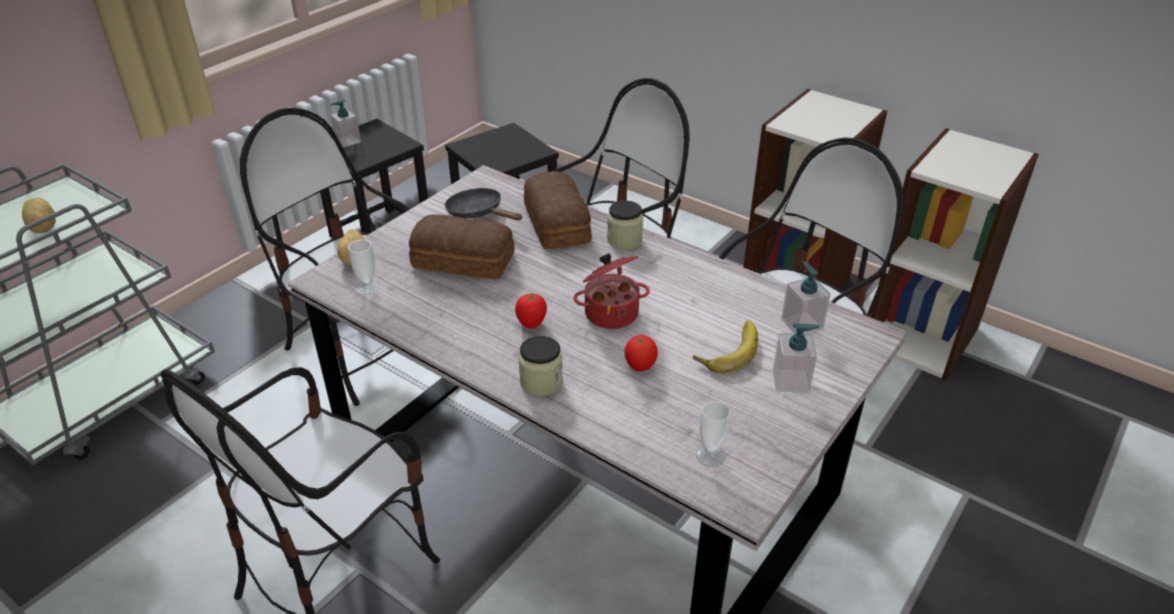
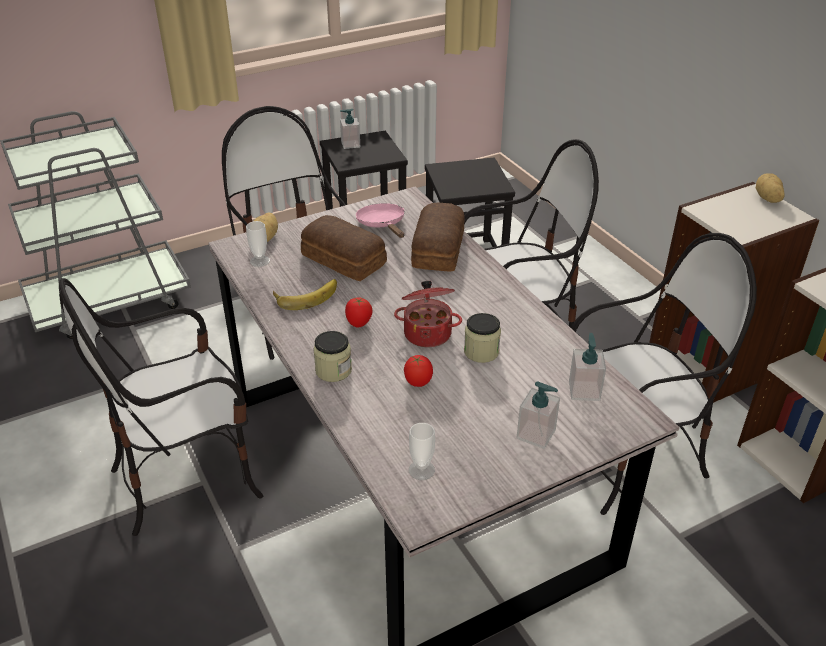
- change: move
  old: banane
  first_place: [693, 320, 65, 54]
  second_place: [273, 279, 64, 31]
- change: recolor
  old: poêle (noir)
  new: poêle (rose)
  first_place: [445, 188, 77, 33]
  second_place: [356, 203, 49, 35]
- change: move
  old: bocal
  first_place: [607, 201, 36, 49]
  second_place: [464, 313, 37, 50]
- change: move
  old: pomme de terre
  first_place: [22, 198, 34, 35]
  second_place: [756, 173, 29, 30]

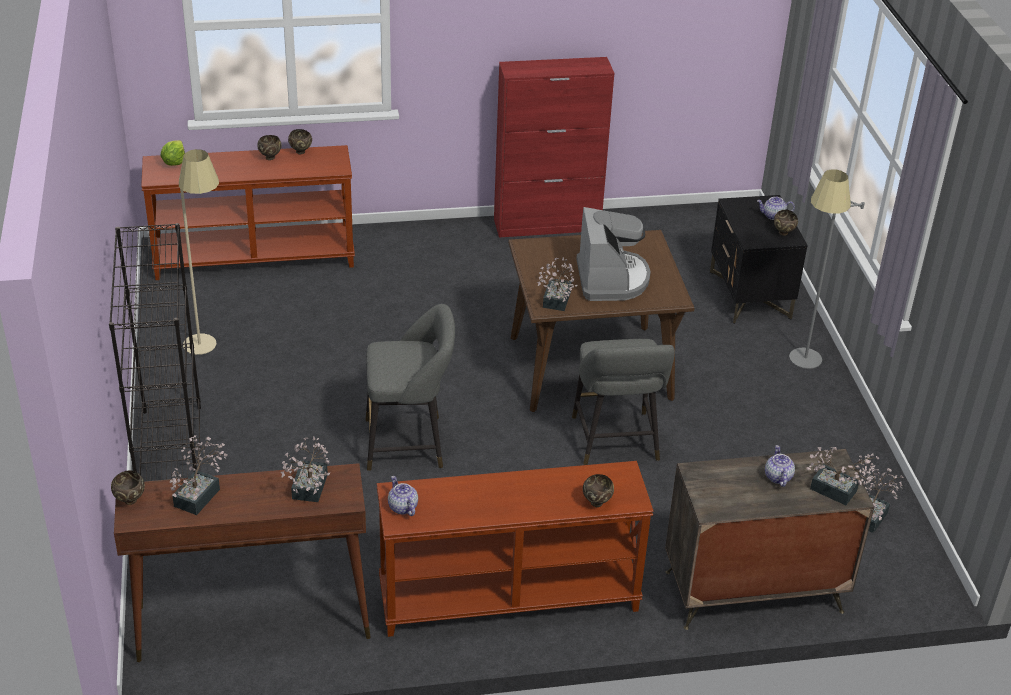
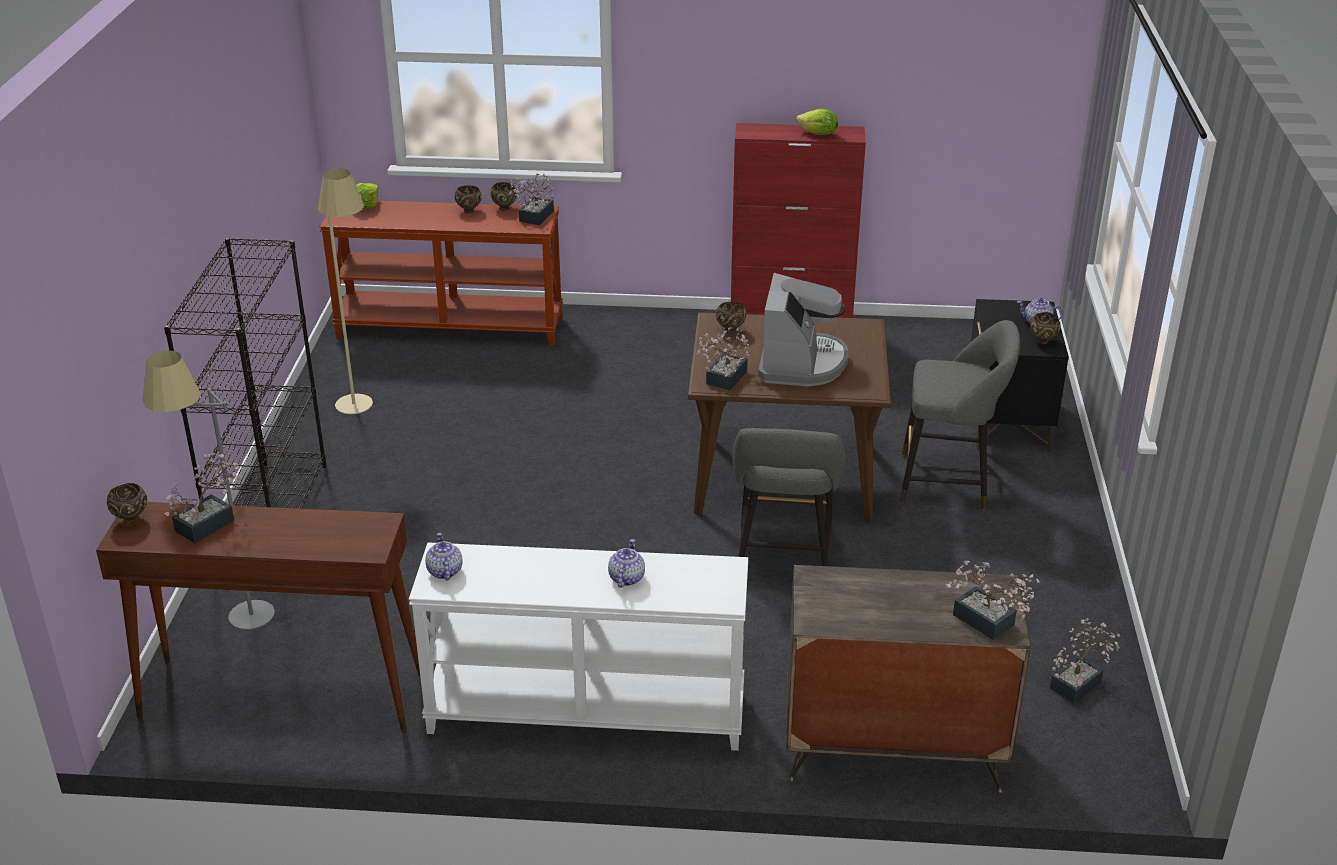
- change: move
  old: lampadaire (gris)
  first_place: [789, 169, 76, 200]
  second_place: [143, 350, 132, 280]
- change: recolor
  old: table console (marron)
  new: table console (blanc)
  first_place: [377, 461, 277, 176]
  second_place: [409, 542, 339, 209]
- change: move
  old: plante en pot
  first_place: [281, 437, 49, 65]
  second_place: [509, 174, 45, 51]
- change: move
  old: théière
  first_place: [765, 445, 30, 42]
  second_place: [608, 539, 37, 49]
- change: move
  old: bol (marron)
  first_place: [583, 474, 31, 33]
  second_place: [716, 302, 30, 32]
- change: insert
  new: laitue
  second_place: [796, 109, 42, 26]
- change: move
  old: tabouret (gris)
  first_place: [365, 304, 90, 167]
  second_place: [900, 320, 120, 190]

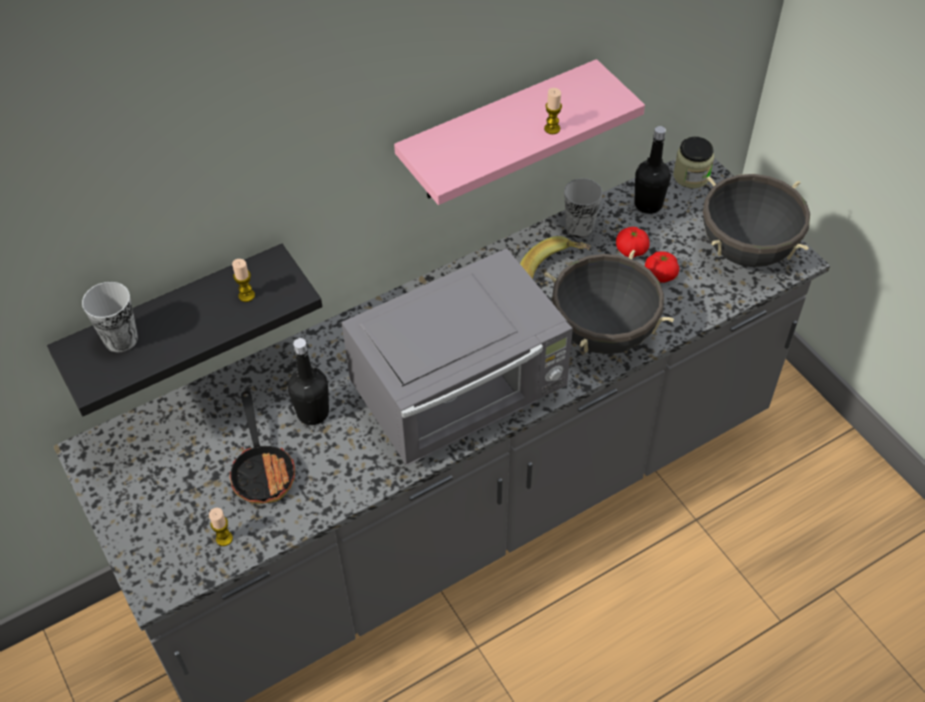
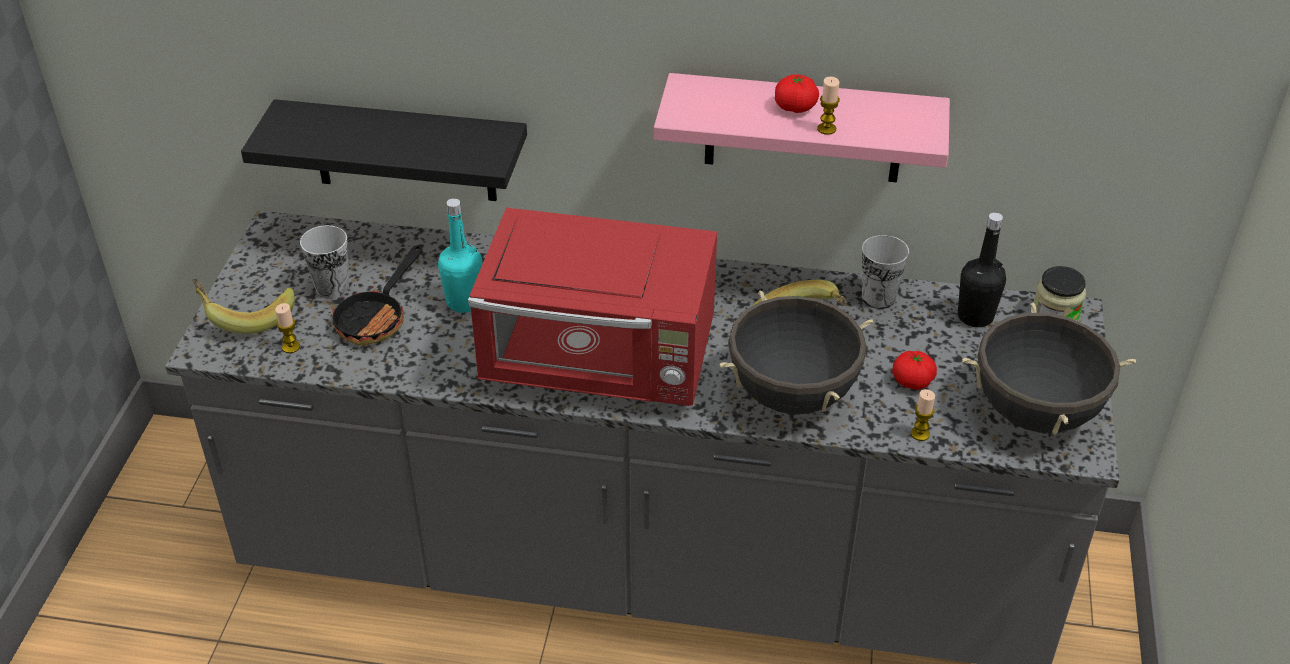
- change: insert
  new: banane
  second_place: [192, 279, 103, 55]
- change: move
  old: tasse
  first_place: [82, 282, 56, 70]
  second_place: [300, 225, 49, 74]
- change: recolor
  old: bouteille (noir)
  new: bouteille (turquoise)
  first_place: [288, 338, 41, 87]
  second_place: [438, 198, 44, 115]
- change: recolor
  old: micro-ondes (gris)
  new: micro-ondes (rouge)
  first_place: [342, 248, 231, 218]
  second_place: [468, 208, 249, 198]
- change: move
  old: tomate
  first_place: [616, 227, 33, 31]
  second_place: [775, 74, 44, 39]
- change: move
  old: bougie
  first_place: [232, 259, 23, 43]
  second_place: [911, 389, 24, 52]

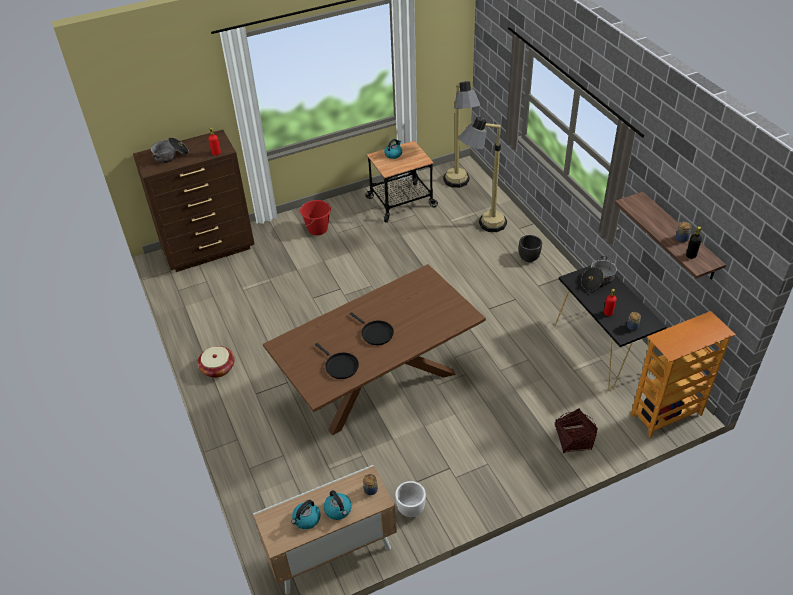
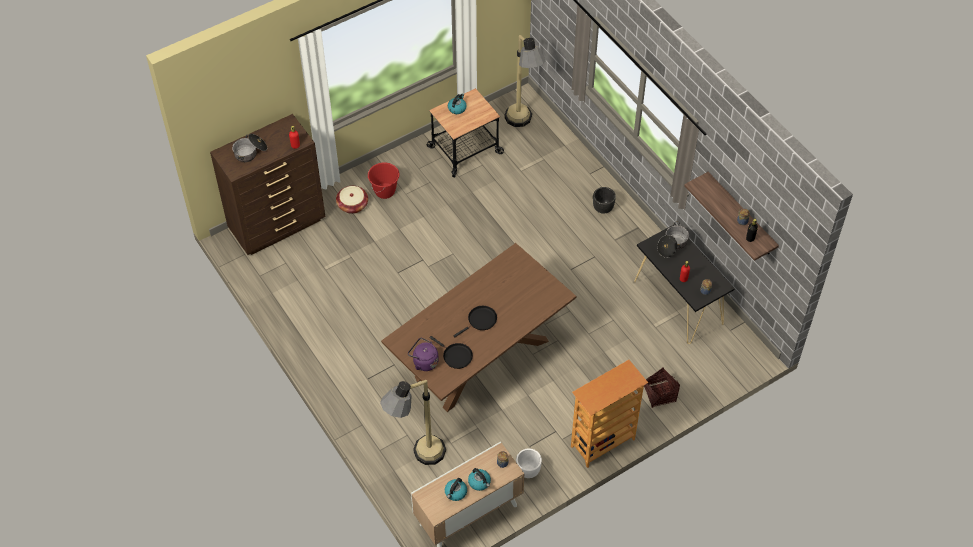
- change: move
  old: panier
  first_place: [197, 346, 38, 32]
  second_place: [336, 186, 32, 28]
- change: move
  old: lampadaire
  first_place: [458, 117, 49, 115]
  second_place: [380, 380, 66, 85]
- change: insert
  new: bouilloire (violet)
  second_place: [408, 338, 31, 33]
- change: rotate
  old: poêle (noir)
  first_place: [350, 312, 44, 33]
  second_place: [453, 306, 44, 31]
  degrees: -75
- change: move
  old: bibliothèque
  first_place: [631, 311, 105, 127]
  second_place: [571, 360, 77, 108]

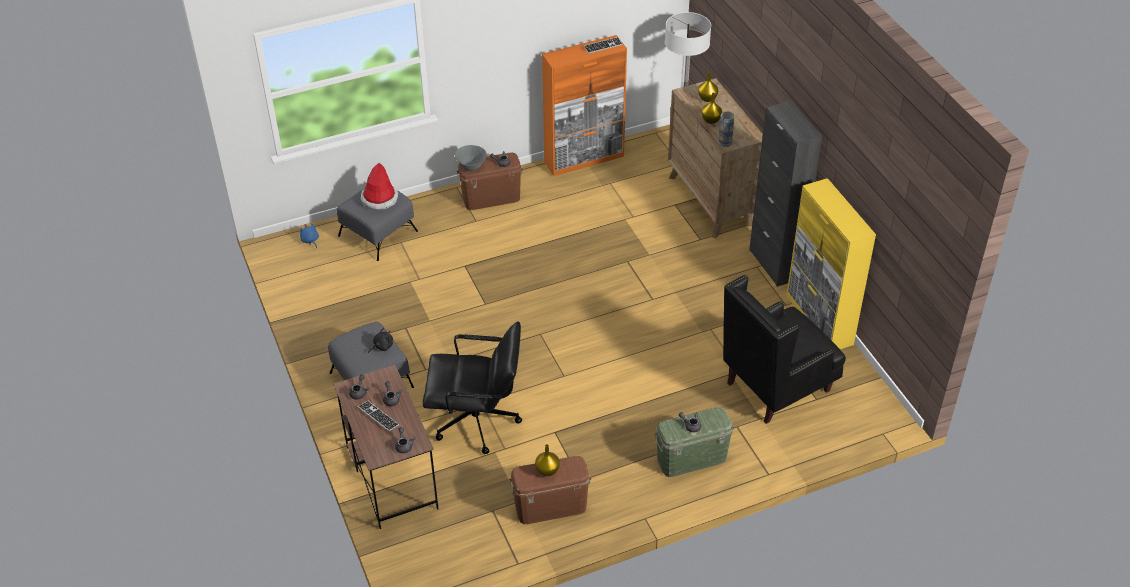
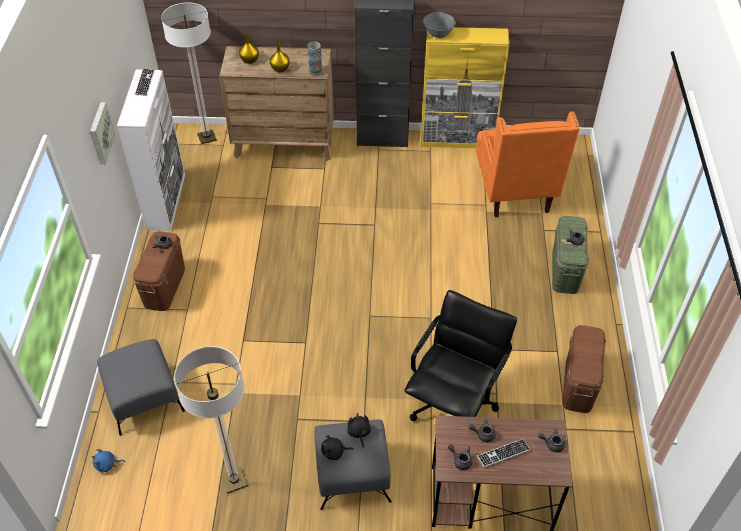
- change: insert
  new: tableau
  second_place: [90, 102, 25, 63]
- change: recolor
  old: meuble de rangement (orange)
  new: meuble de rangement (blanc)
  first_place: [542, 35, 85, 141]
  second_place: [117, 70, 68, 161]
- change: insert
  new: lampadaire
  second_place: [174, 346, 74, 148]
- change: insert
  new: peluche (noir)
  second_place: [321, 435, 33, 25]
- change: move
  old: bol (gris)
  first_place: [455, 145, 32, 26]
  second_place: [423, 12, 33, 26]
- change: recolor
  old: fauteuil (noir)
  new: fauteuil (orange)
  first_place: [723, 275, 123, 149]
  second_place: [476, 111, 104, 106]
- change: delete
  old: chapeau
  first_place: [361, 163, 38, 47]
- change: delete
  old: vase (jaune)
  first_place: [535, 444, 25, 32]

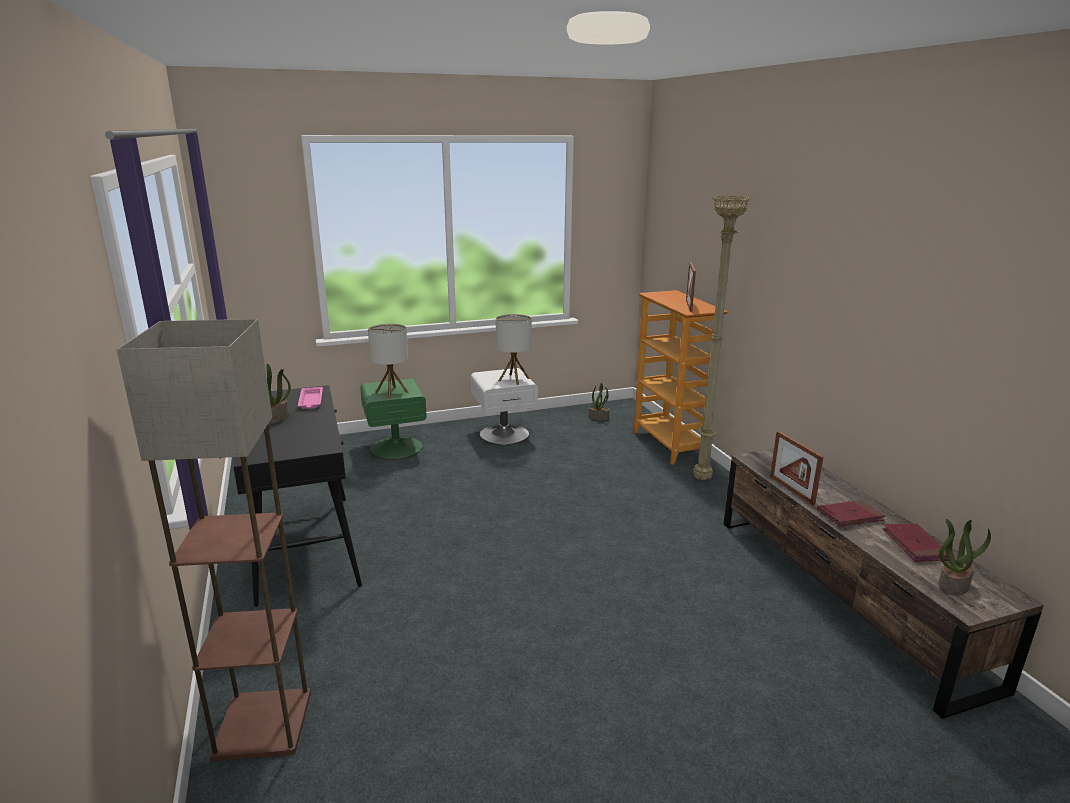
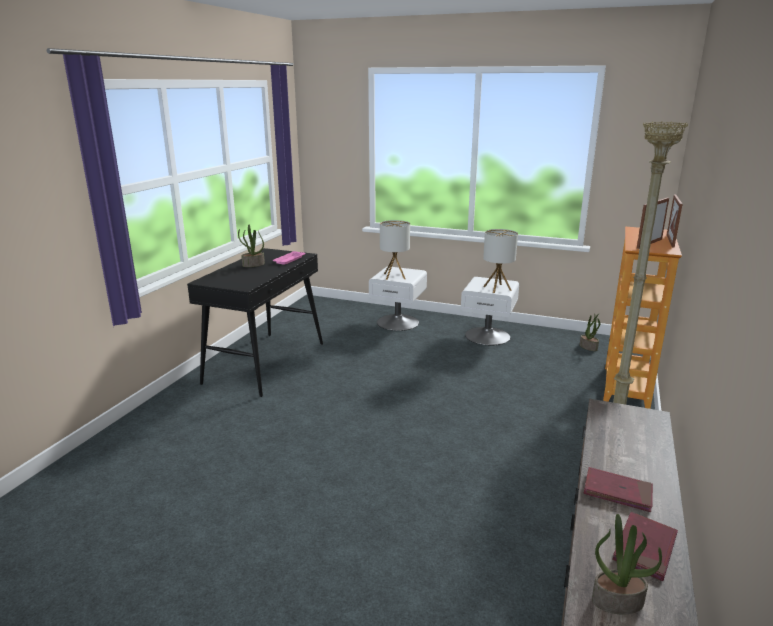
- change: recolor
  old: table de chevet (vert)
  new: table de chevet (blanc)
  first_place: [360, 378, 67, 81]
  second_place: [369, 266, 58, 65]
- change: move
  old: cadre photo
  first_place: [770, 431, 54, 74]
  second_place: [667, 195, 16, 53]
- change: delete
  old: lampadaire
  first_place: [117, 319, 194, 442]

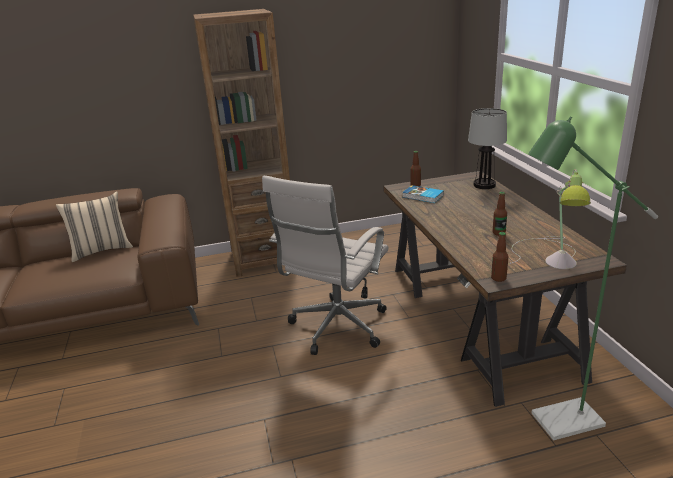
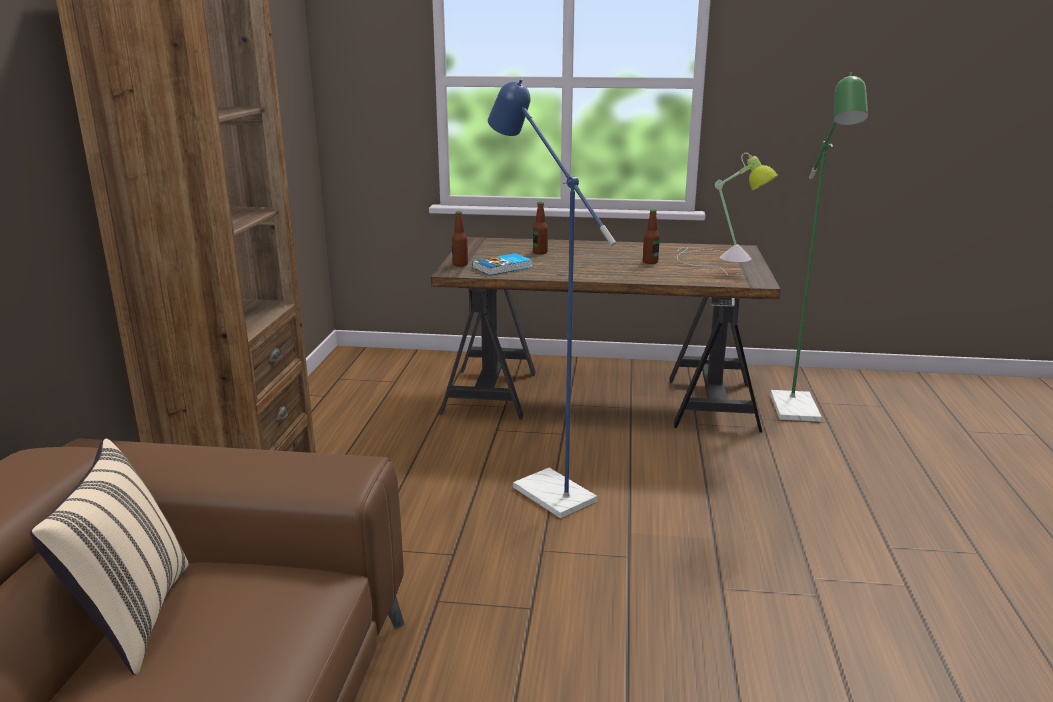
- change: replace
  old: chaise de bureau (blanc)
  new: lampadaire (bleu)
  first_place: [262, 176, 126, 179]
  second_place: [488, 79, 128, 439]
- change: move
  old: bouteille
  first_place: [491, 232, 17, 50]
  second_place: [533, 202, 15, 52]
- change: delete
  old: lampe de table
  first_place: [468, 108, 39, 81]

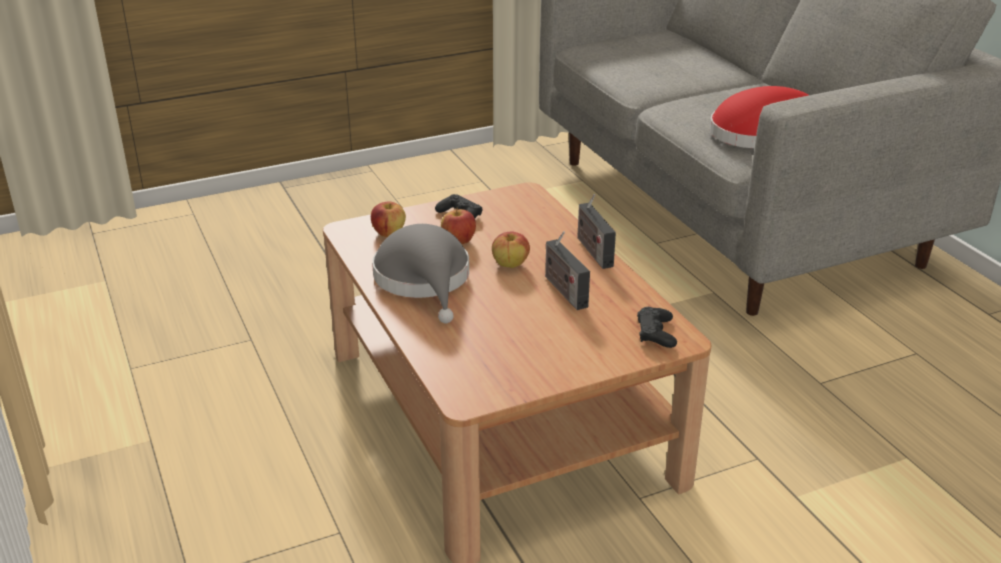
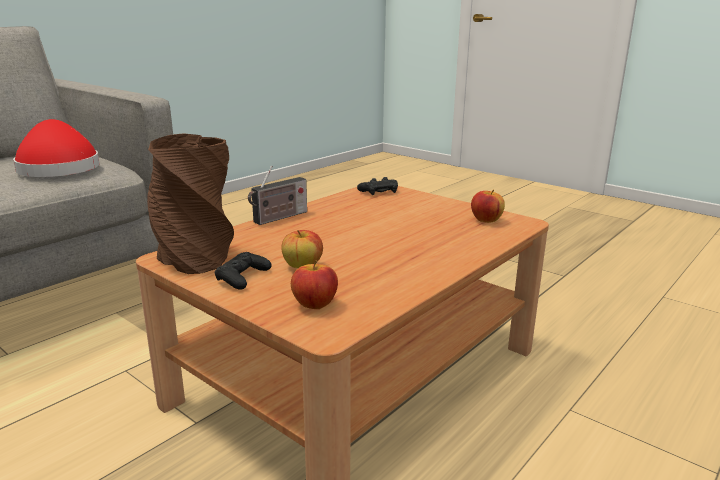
- change: insert
  new: vase (marron)
  second_place: [147, 133, 87, 141]
- change: move
  old: pomme
  first_place: [492, 232, 38, 36]
  second_place: [471, 189, 34, 34]
- change: delete
  old: chapeau (gris)
  first_place: [372, 224, 97, 99]
- change: delete
  old: radio
  first_place: [545, 231, 45, 79]

